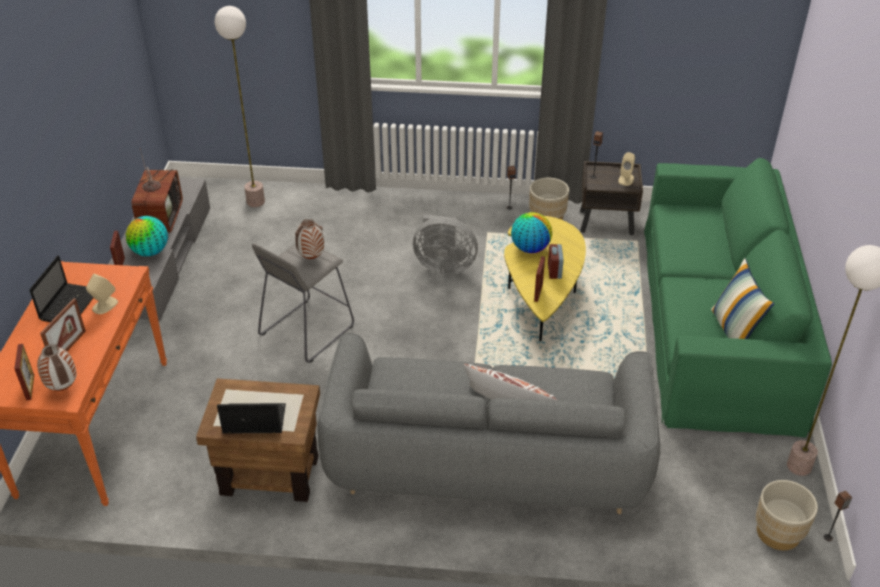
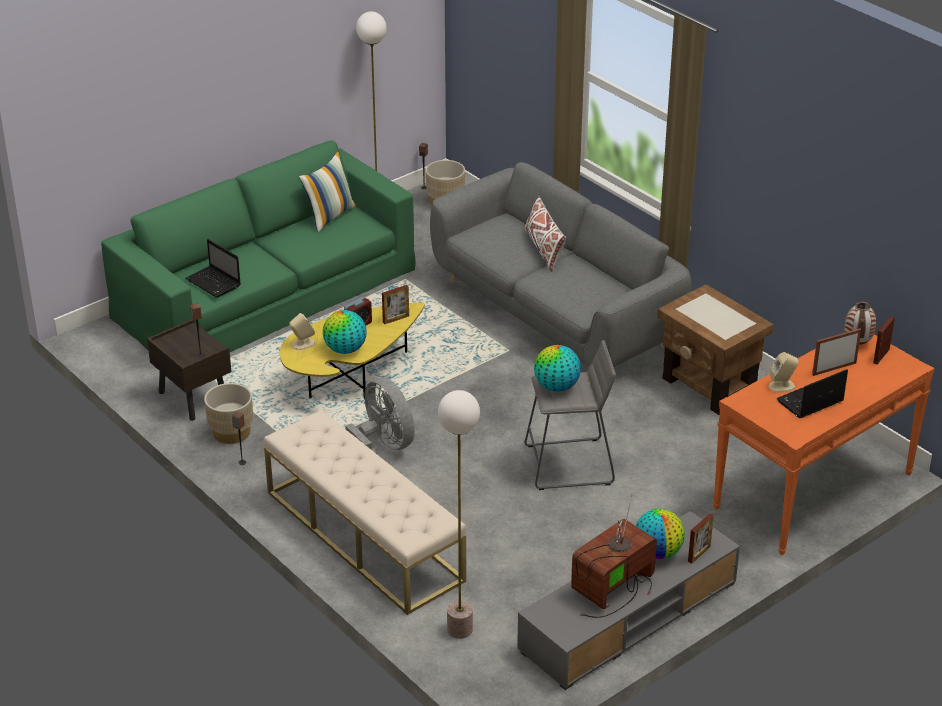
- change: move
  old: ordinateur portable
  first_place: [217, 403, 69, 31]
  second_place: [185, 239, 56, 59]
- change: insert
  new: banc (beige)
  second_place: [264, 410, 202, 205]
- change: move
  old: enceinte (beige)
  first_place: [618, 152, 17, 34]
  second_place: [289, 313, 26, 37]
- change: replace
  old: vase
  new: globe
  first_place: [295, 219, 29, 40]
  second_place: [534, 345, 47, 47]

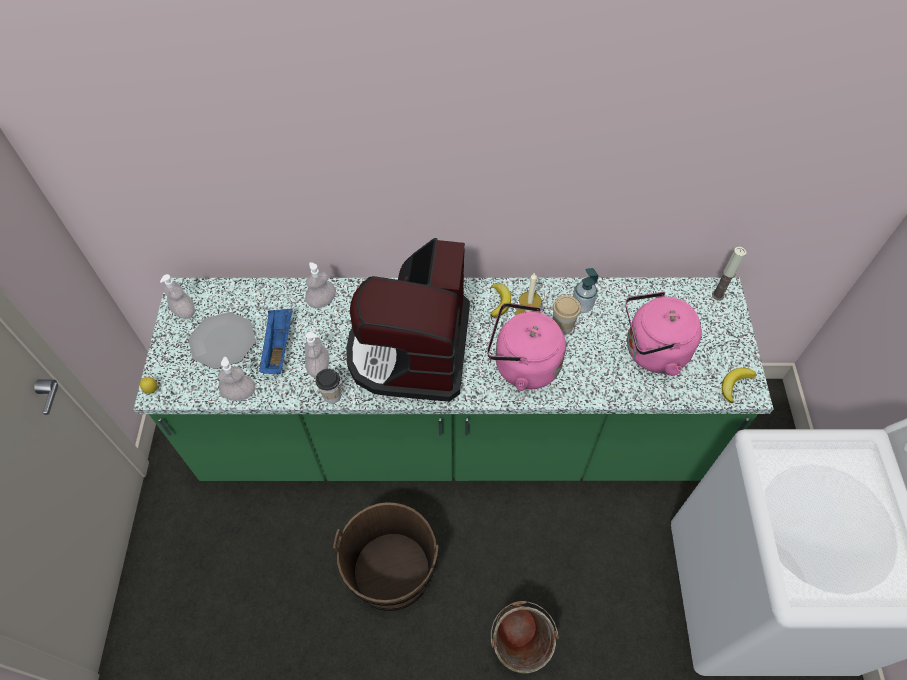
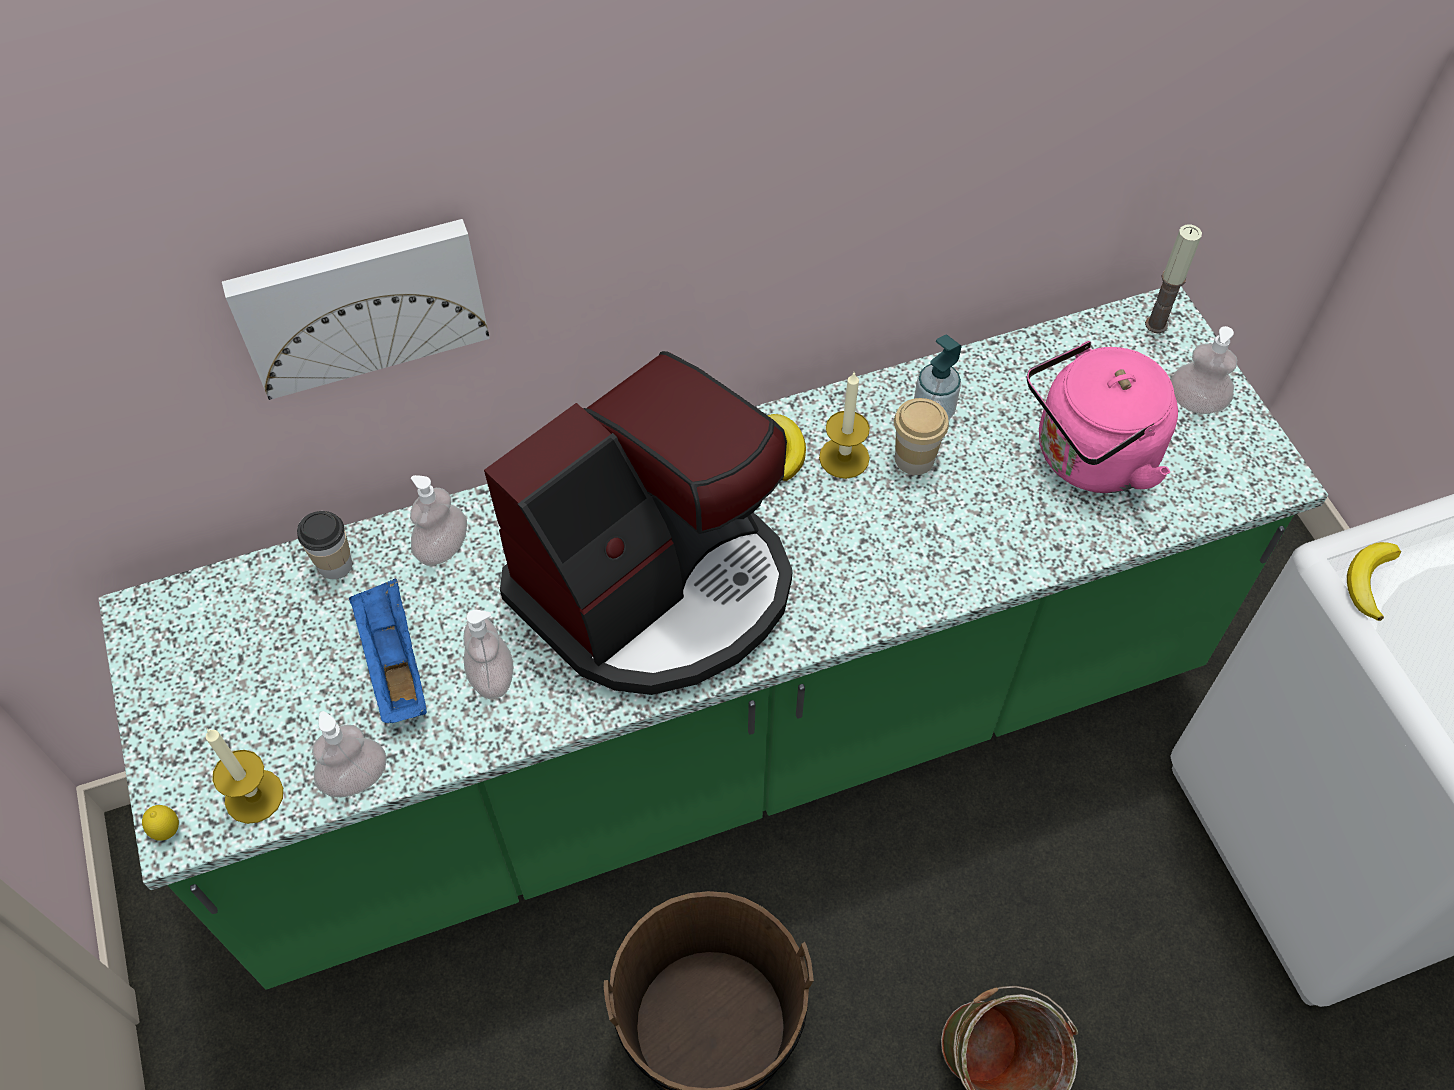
- change: insert
  new: bougie
  second_place: [206, 729, 77, 95]
- change: insert
  new: tableau
  second_place: [222, 219, 268, 181]
- change: move
  old: tasse
  first_place: [316, 369, 25, 35]
  second_place: [297, 511, 55, 68]
- change: rotate
  old: machine à café
  first_place: [346, 238, 124, 164]
  second_place: [484, 351, 309, 344]
  degrees: -120
- change: move
  old: distributeur de savon
  first_place: [160, 274, 35, 45]
  second_place: [1171, 326, 66, 88]
- change: move
  old: banane
  first_place: [722, 368, 35, 35]
  second_place: [1347, 542, 54, 79]
- change: delete
  old: assiette
  first_place: [189, 312, 67, 57]
- change: delete
  old: bouilloire (rose)
  first_place: [487, 303, 79, 88]

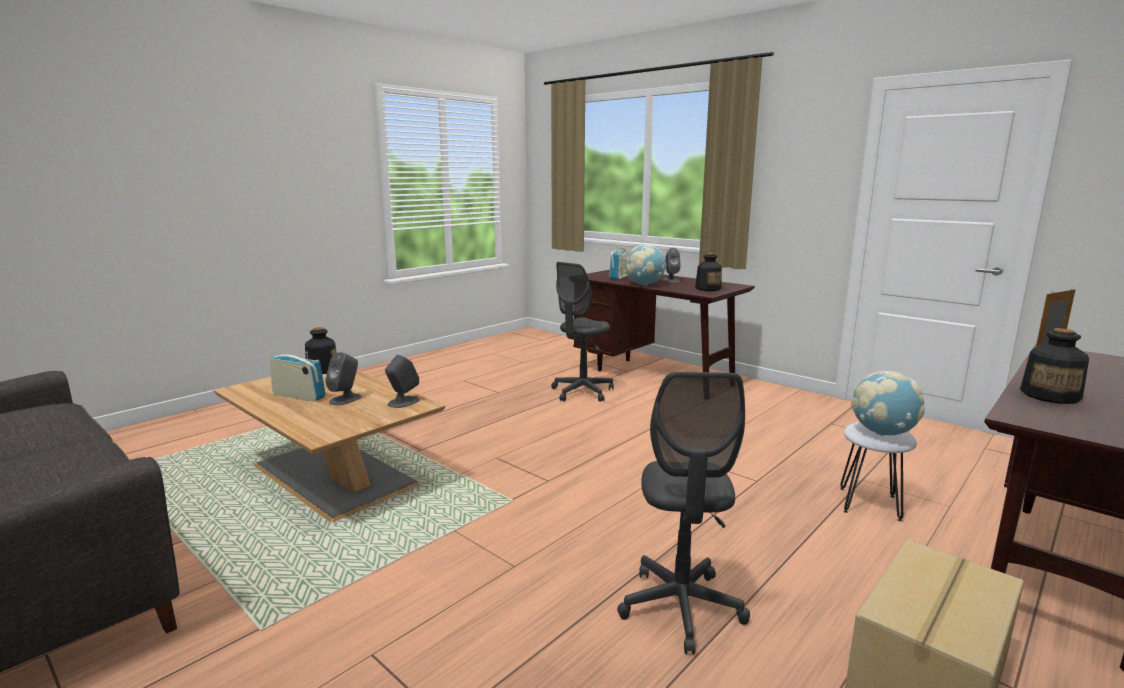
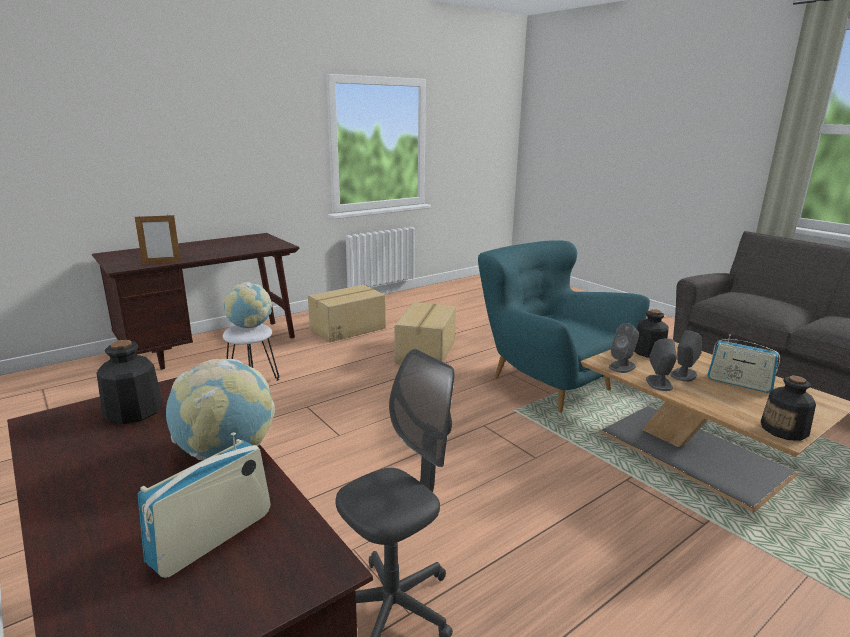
- change: replace
  old: chaise de bureau (gris)
  new: carton
  first_place: [617, 372, 133, 283]
  second_place: [394, 302, 62, 62]
- change: insert
  new: fauteuil (turquoise)
  second_place: [478, 240, 172, 173]
- change: move
  old: bouteille
  first_place: [1020, 328, 69, 76]
  second_place: [634, 309, 35, 49]
- change: move
  old: enceinte (gris)
  first_place: [663, 248, 18, 35]
  second_place: [646, 338, 31, 53]

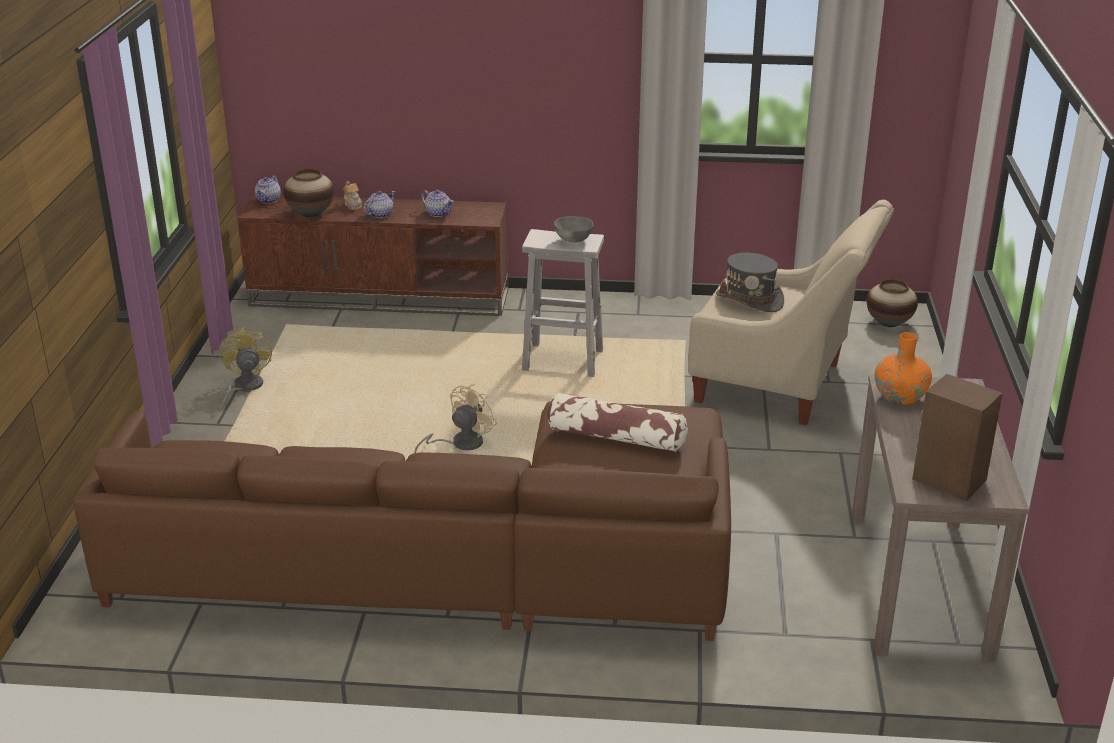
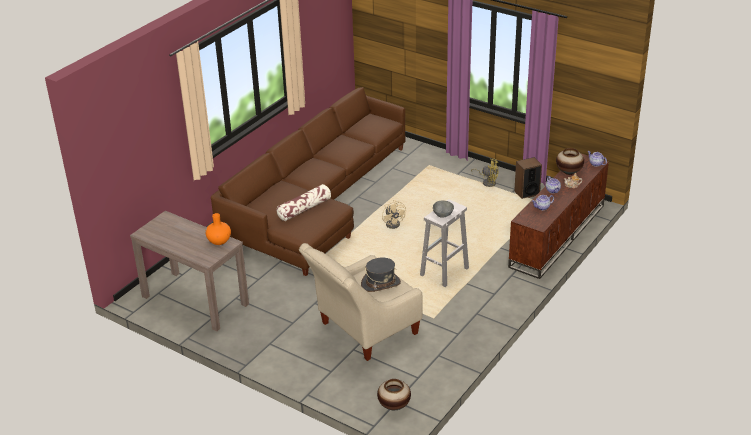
- change: move
  old: enceinte
  first_place: [912, 374, 91, 127]
  second_place: [514, 157, 28, 42]

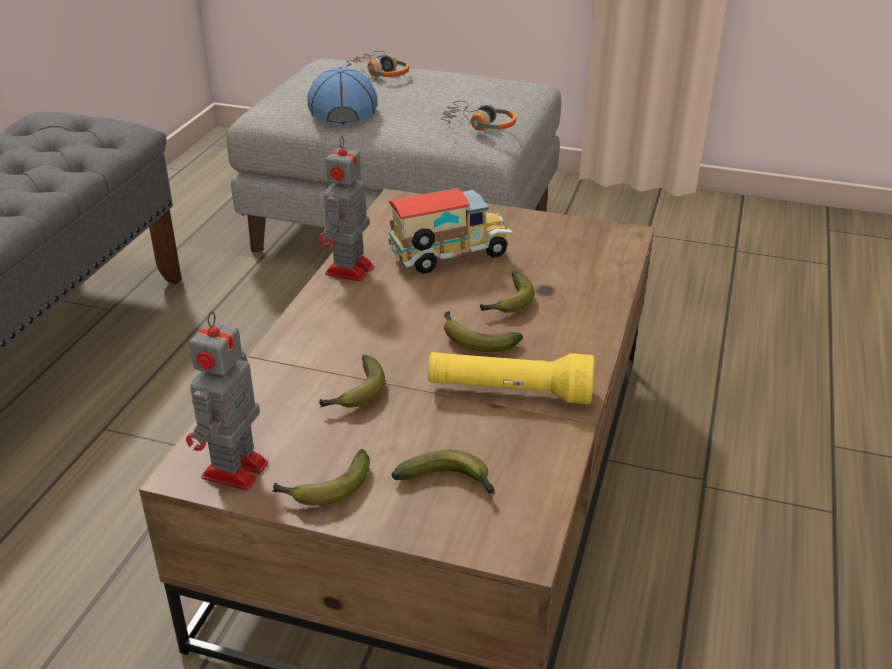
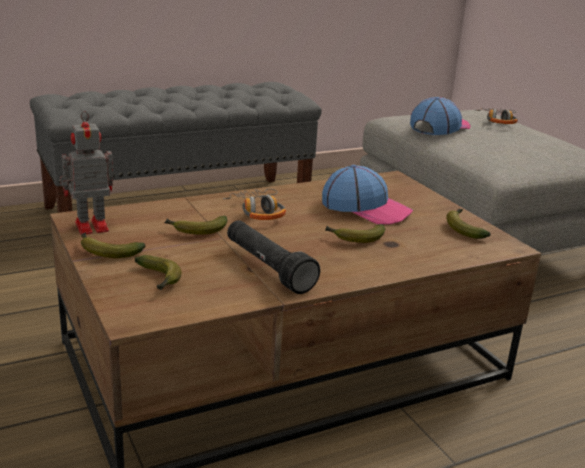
- change: move
  old: casque audio
  first_place: [441, 101, 75, 30]
  second_place: [223, 189, 63, 31]
- change: recolor
  old: lampe de poche (jaune)
  new: lampe de poche (noir)
  first_place: [428, 352, 166, 52]
  second_place: [227, 220, 93, 74]
- change: replace
  old: camion jouet
  new: casquette
  first_place: [389, 188, 123, 86]
  second_place: [322, 165, 91, 60]
- change: move
  old: banane
  first_place: [444, 311, 79, 41]
  second_place: [446, 209, 45, 30]
- change: delete
  old: robot jouet
  first_place: [318, 136, 56, 146]

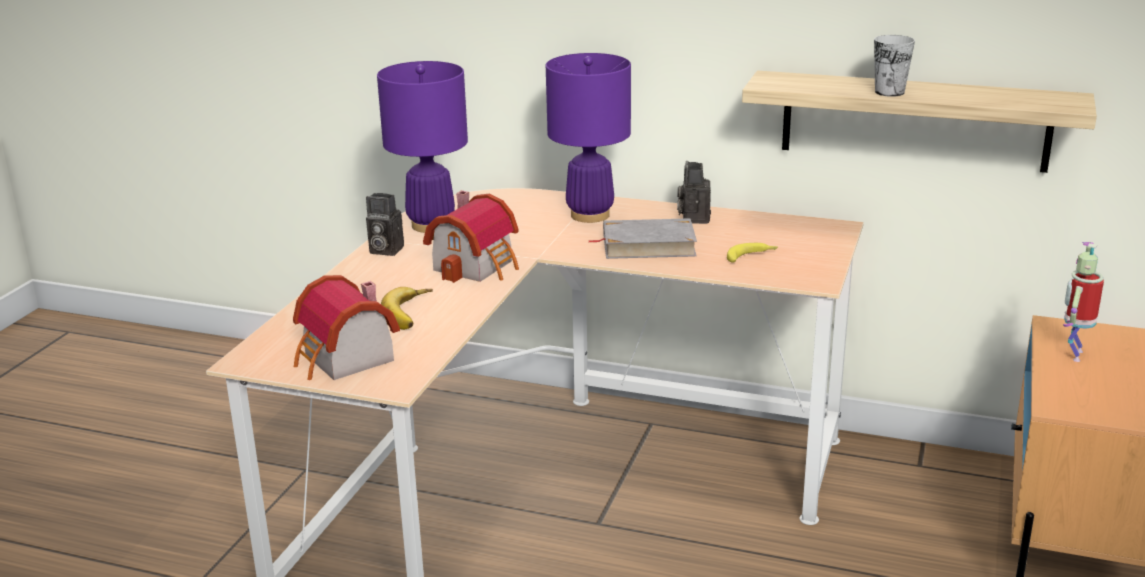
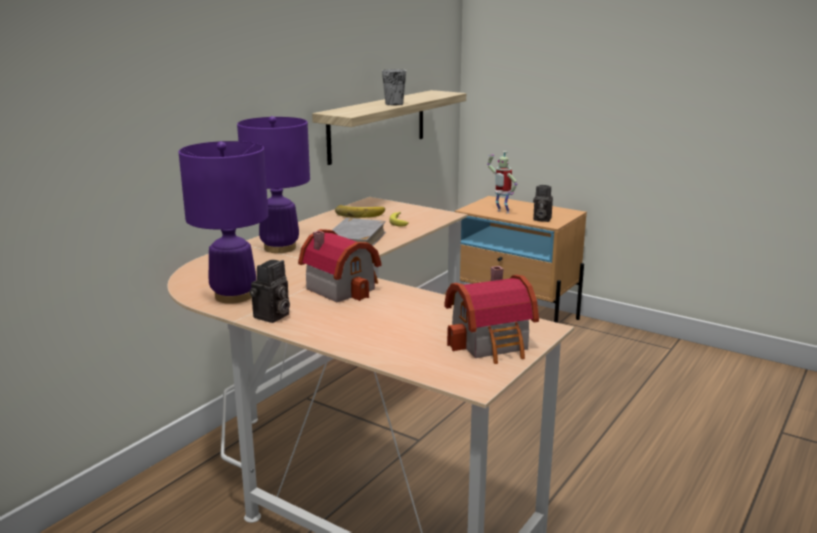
- change: move
  old: banane
  first_place: [381, 287, 52, 43]
  second_place: [335, 204, 50, 14]
- change: move
  old: appareil photo
  first_place: [677, 161, 34, 63]
  second_place: [533, 185, 20, 37]

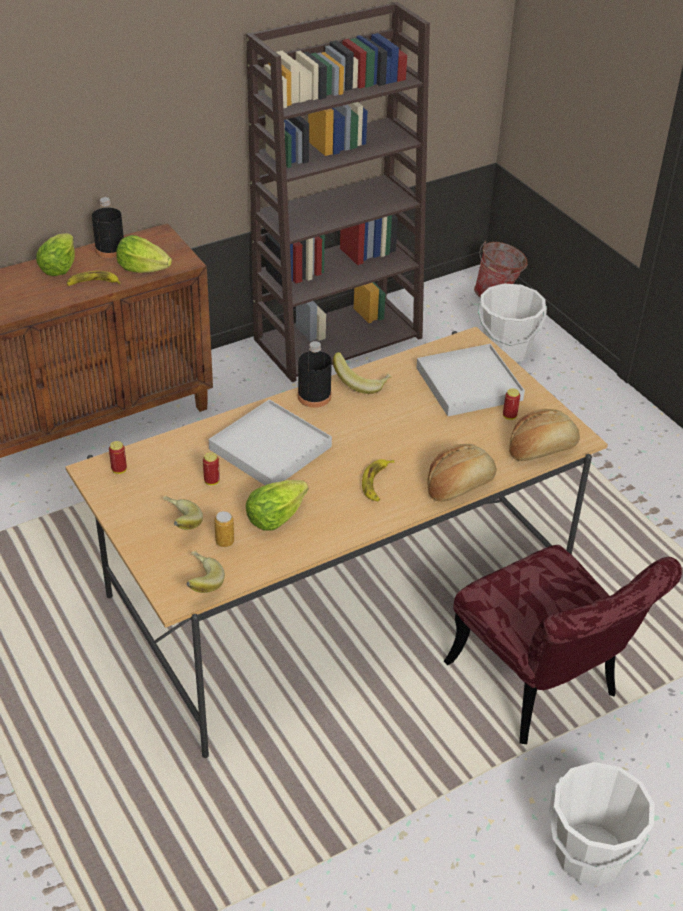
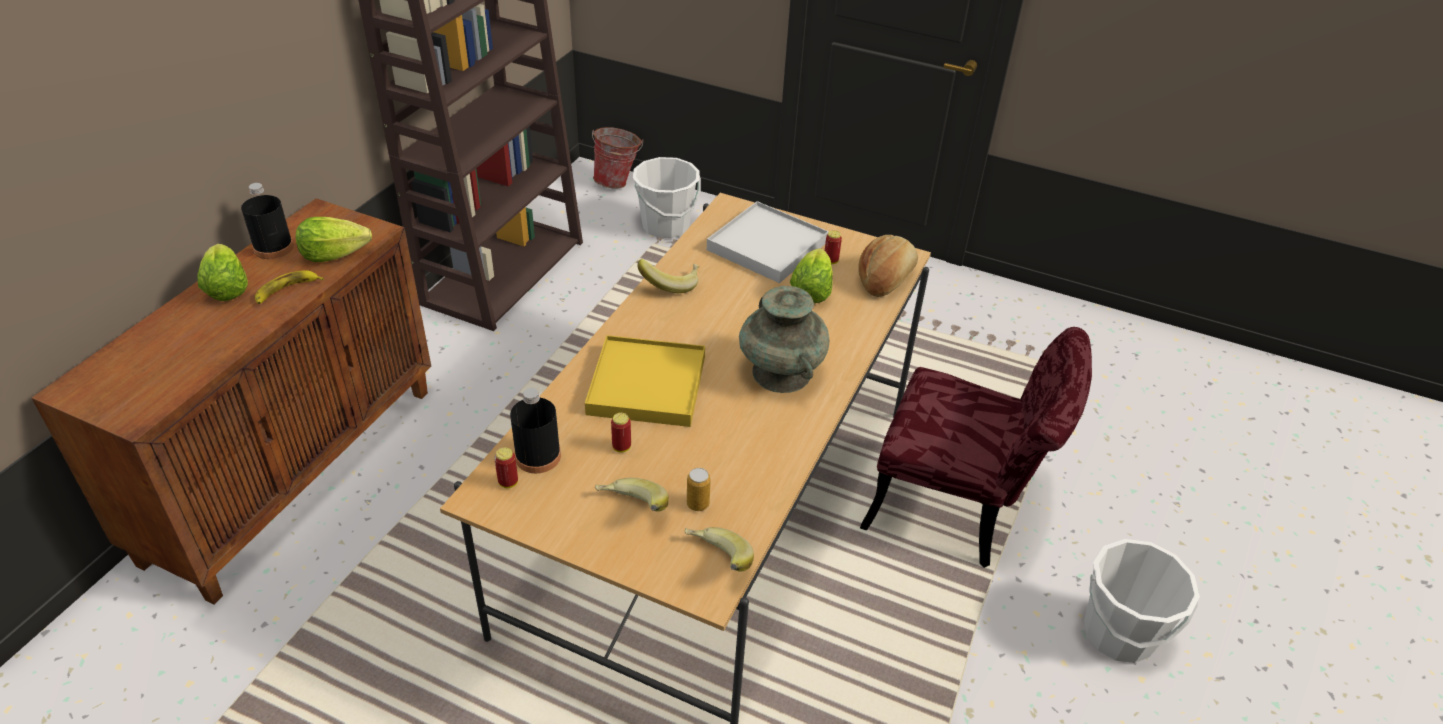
- change: move
  old: bouteille (noir)
  first_place: [298, 341, 34, 67]
  second_place: [510, 388, 51, 85]
- change: recolor
  old: plateau (blanc)
  new: plateau (jaune)
  first_place: [209, 399, 123, 86]
  second_place: [585, 335, 120, 92]
- change: replace
  old: banane
  new: vase (turquoise)
  first_place: [362, 459, 32, 42]
  second_place: [739, 286, 91, 107]
- change: move
  old: laitue
  first_place: [246, 480, 62, 51]
  second_place: [790, 248, 43, 55]
- change: delete
  old: pain
  first_place: [428, 444, 69, 58]

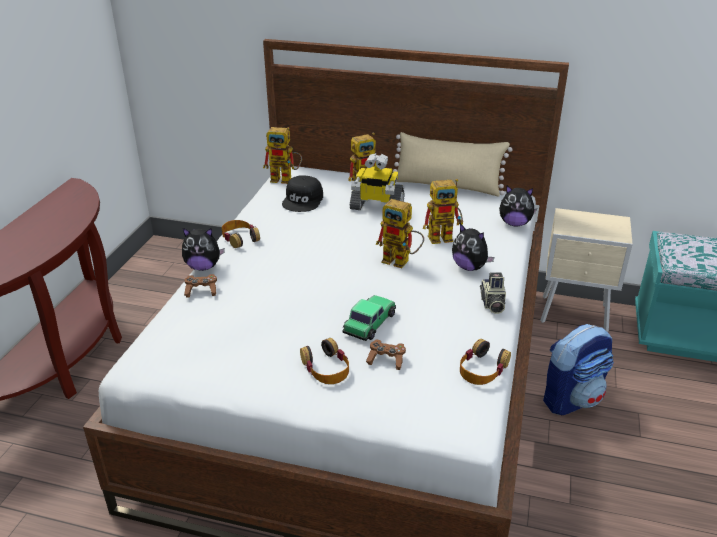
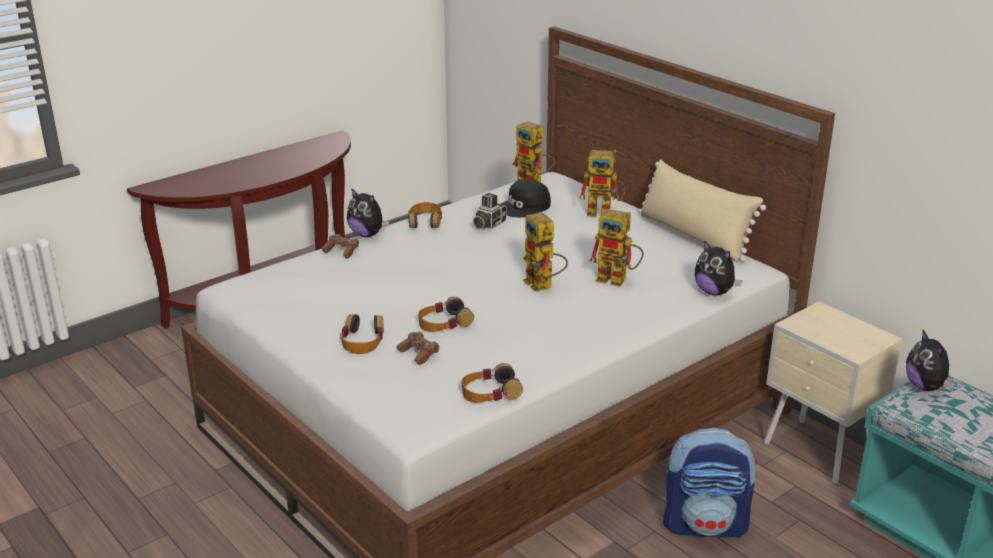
- change: replace
  old: petite voiture
  new: casque audio
  first_place: [343, 295, 53, 46]
  second_place: [418, 296, 56, 36]
- change: move
  old: appareil photo
  first_place: [480, 273, 26, 41]
  second_place: [473, 193, 33, 36]
- change: move
  old: peluche
  first_place: [452, 223, 43, 48]
  second_place: [906, 330, 49, 61]
- change: delete
  old: robot jouet
  first_place: [350, 153, 54, 57]

